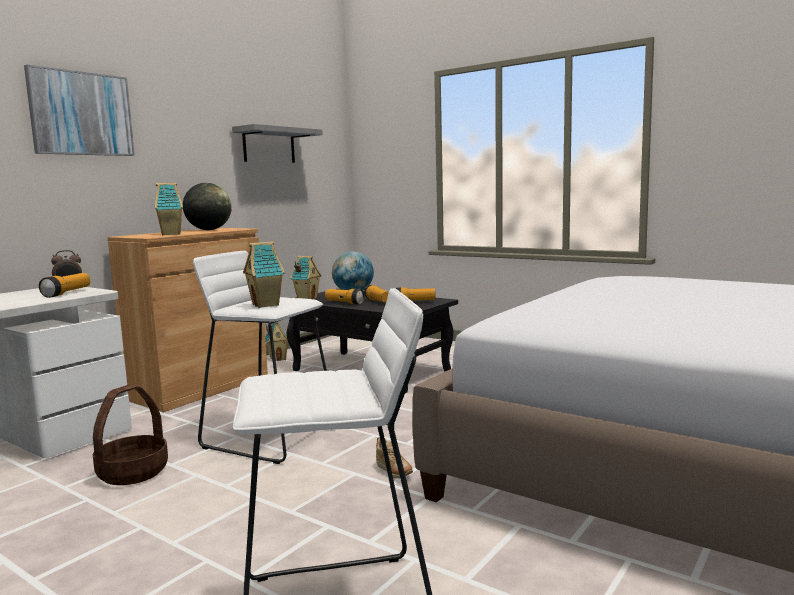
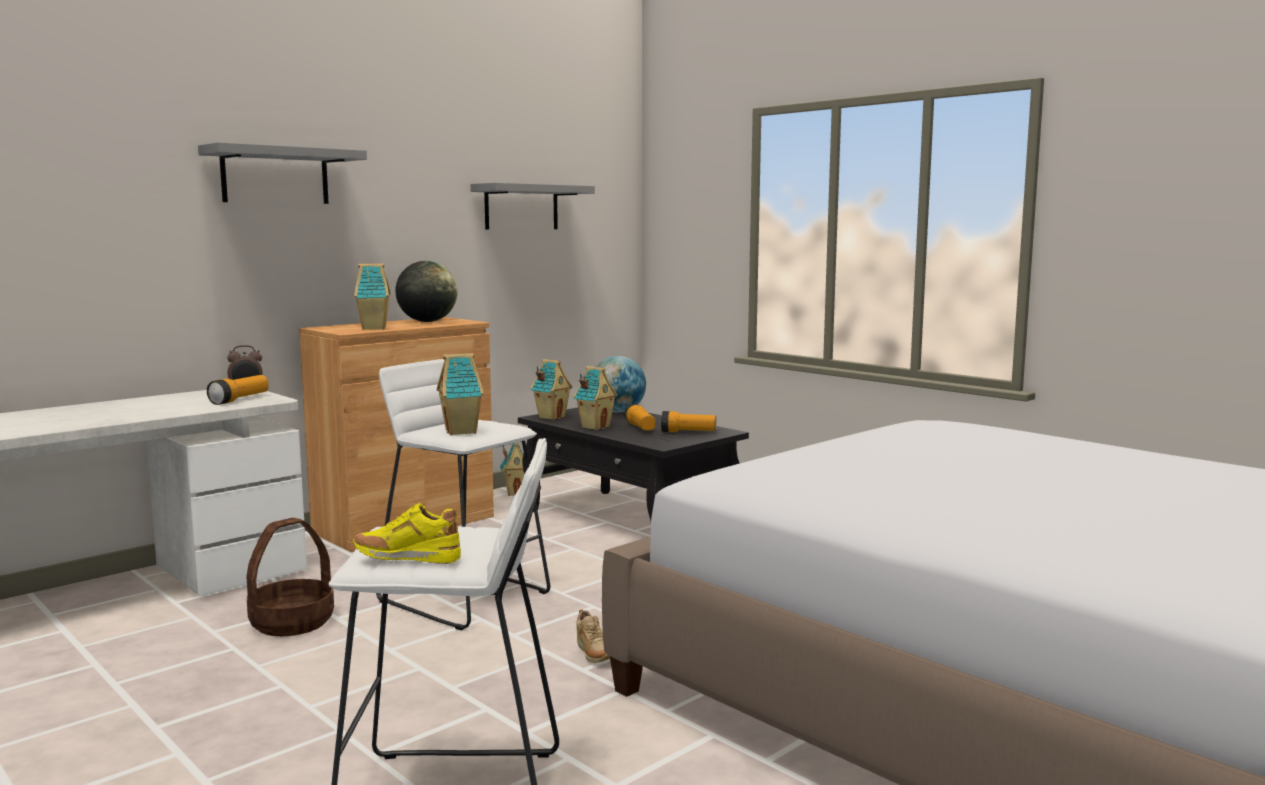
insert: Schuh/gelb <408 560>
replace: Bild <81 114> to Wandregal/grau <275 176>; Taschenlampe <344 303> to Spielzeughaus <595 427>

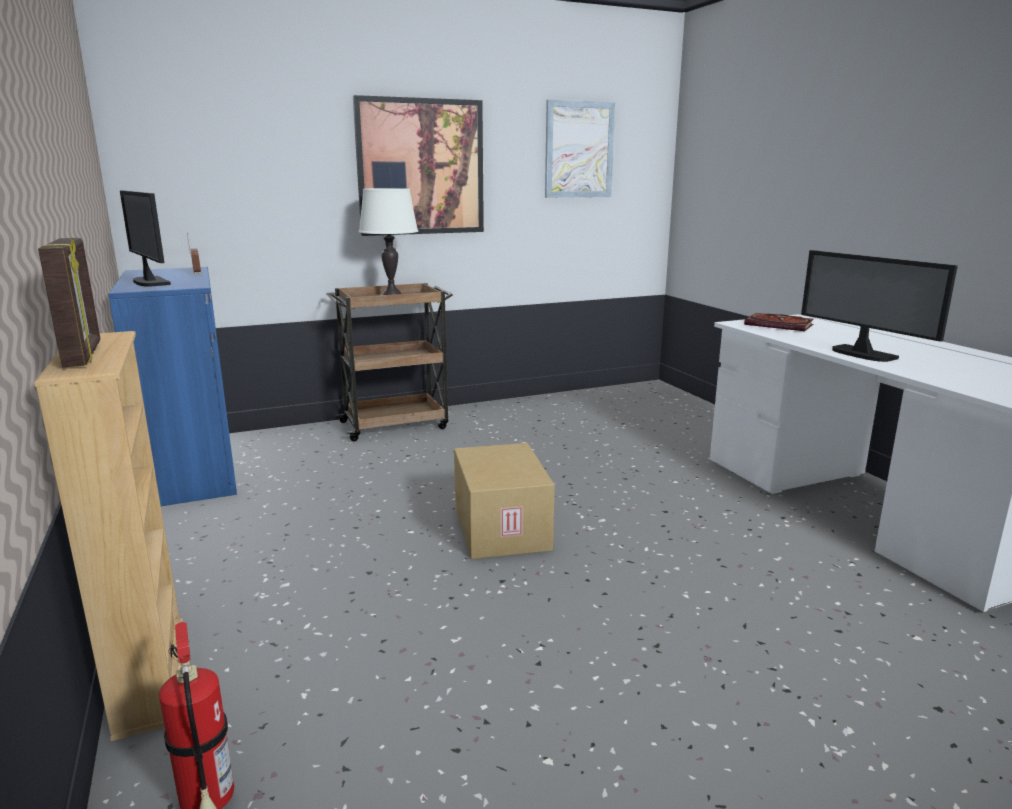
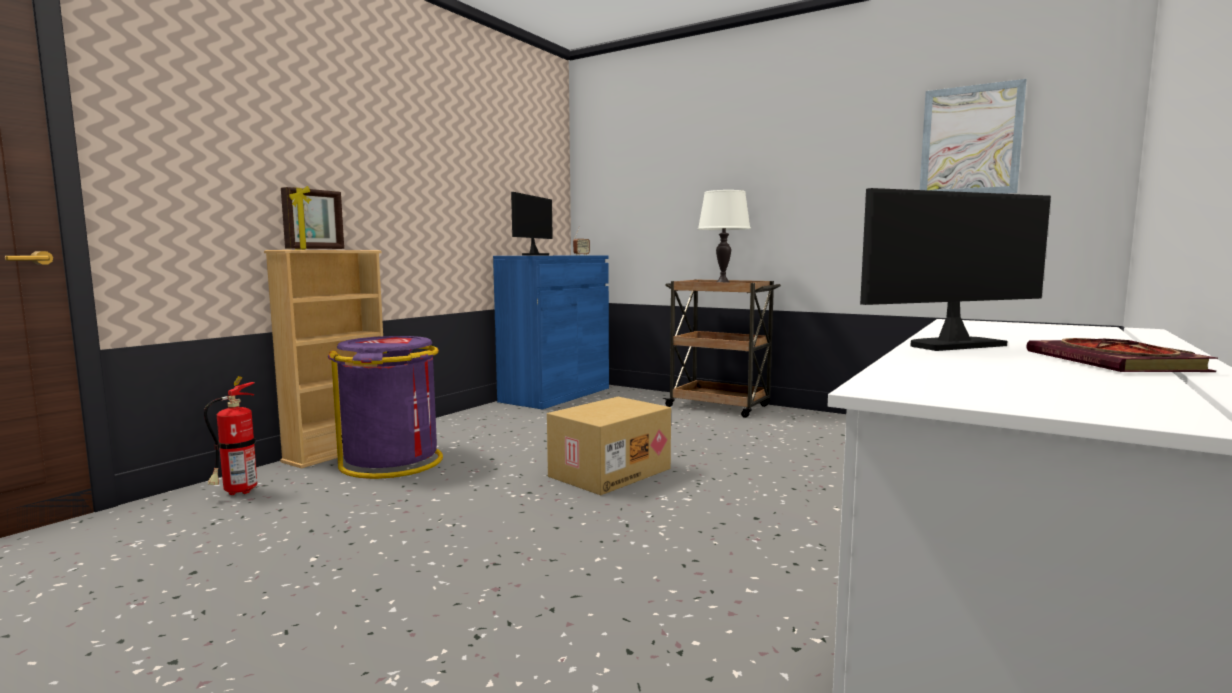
delete: Bild <420 167>
insert: Mülleimer/lila <392 462>
move: Buch <780 325> to <1118 363>
rotate: Monitor <861 354> = <953 345> 45 degrees clockwise

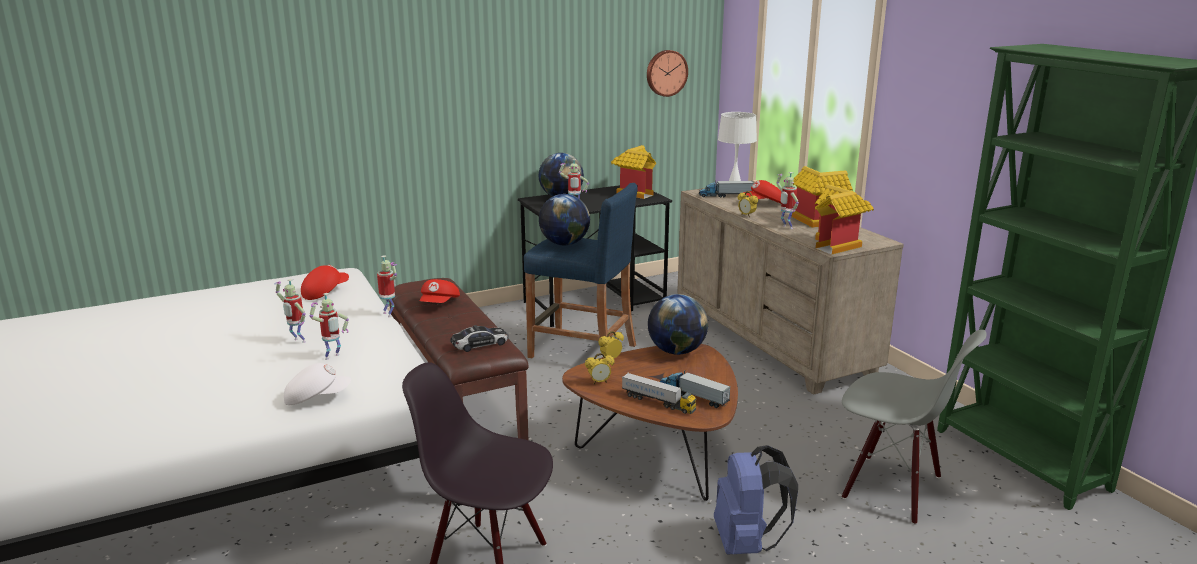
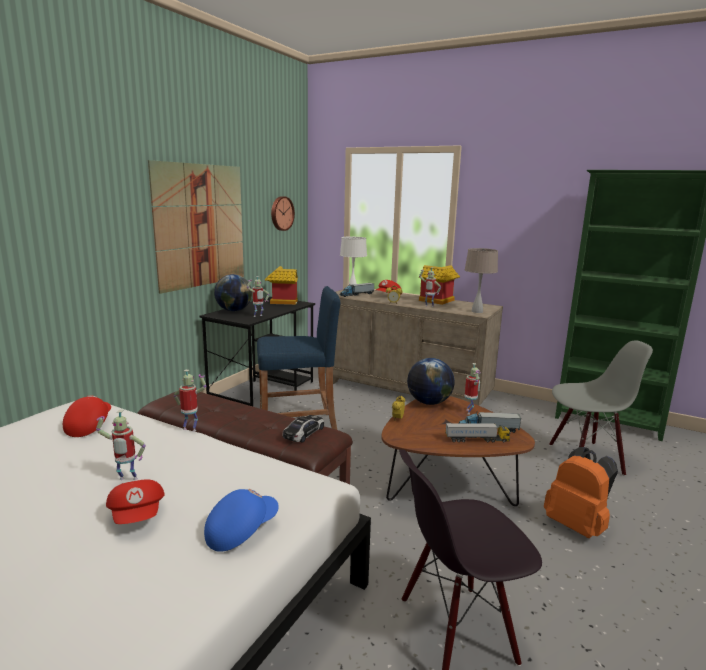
delete: Globus <564 244>; Wecker <599 382>
insert: Bild <201 226>
move: Spielzeugroboter <333 357> to <470 412>; Kappe/rot <440 304> to <138 515>
replace: Spielzeughaus <838 246> to Tischlampe/beige <477 311>
recolor: Kappe/weiß <317 398> to Kappe/blau <241 531>; Rucksack/blau <747 544> to Rucksack/orange <577 526>

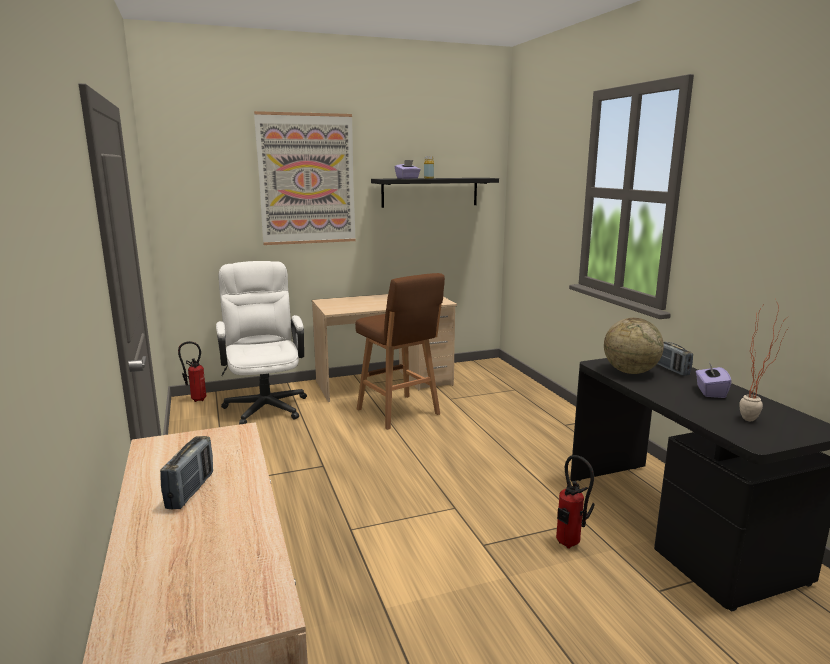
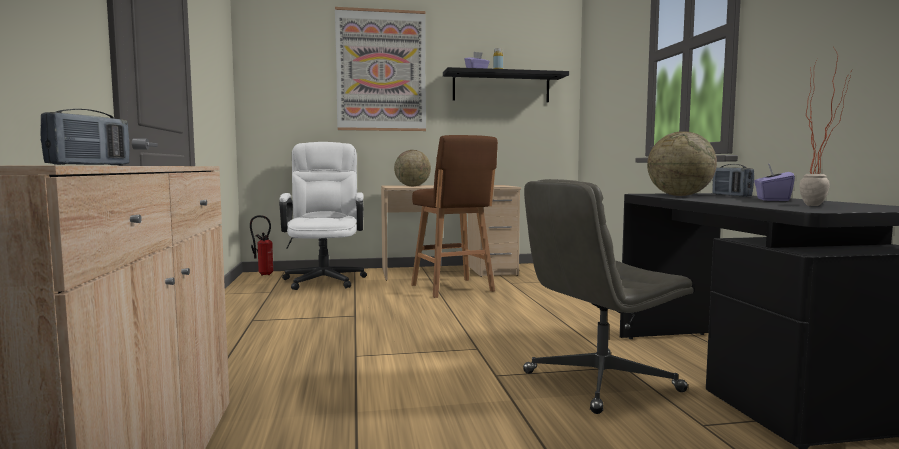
insert: Globus <412 186>
replace: Feuerlöscher <570 545> to Bürostuhl/grau <600 382>

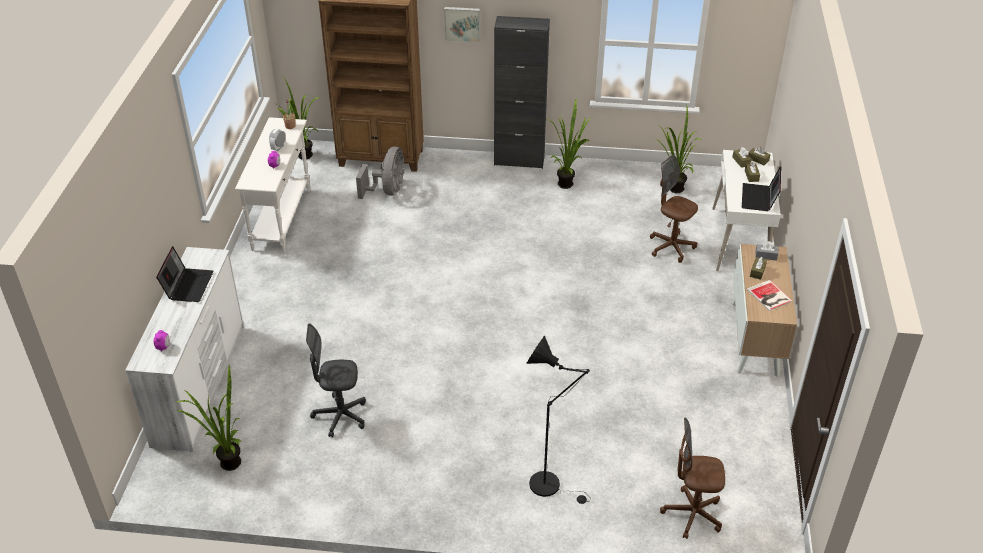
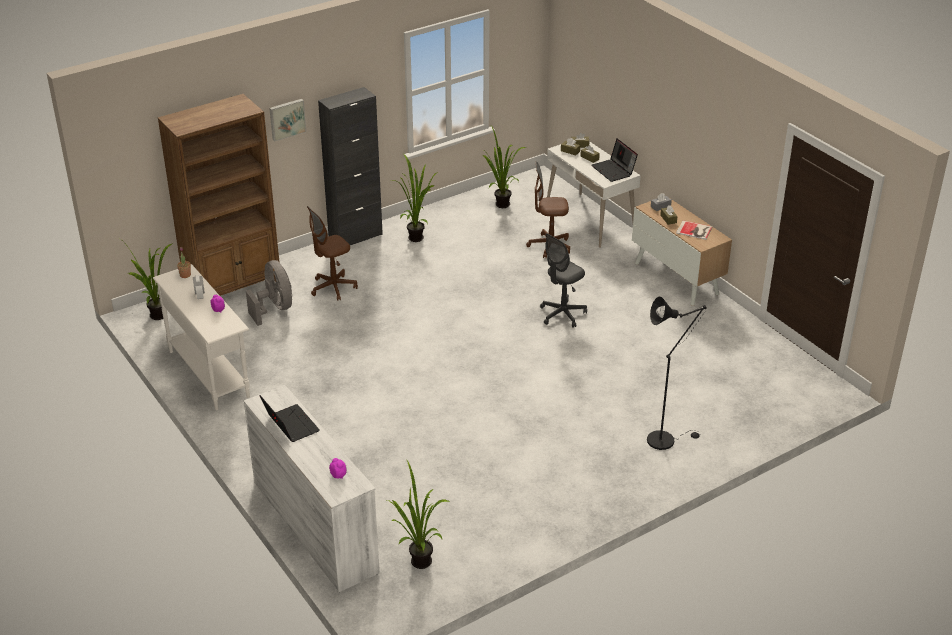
move: Bürostuhl/grau <340 416> to <562 314>; Bürostuhl/braun <692 514> to <333 288>

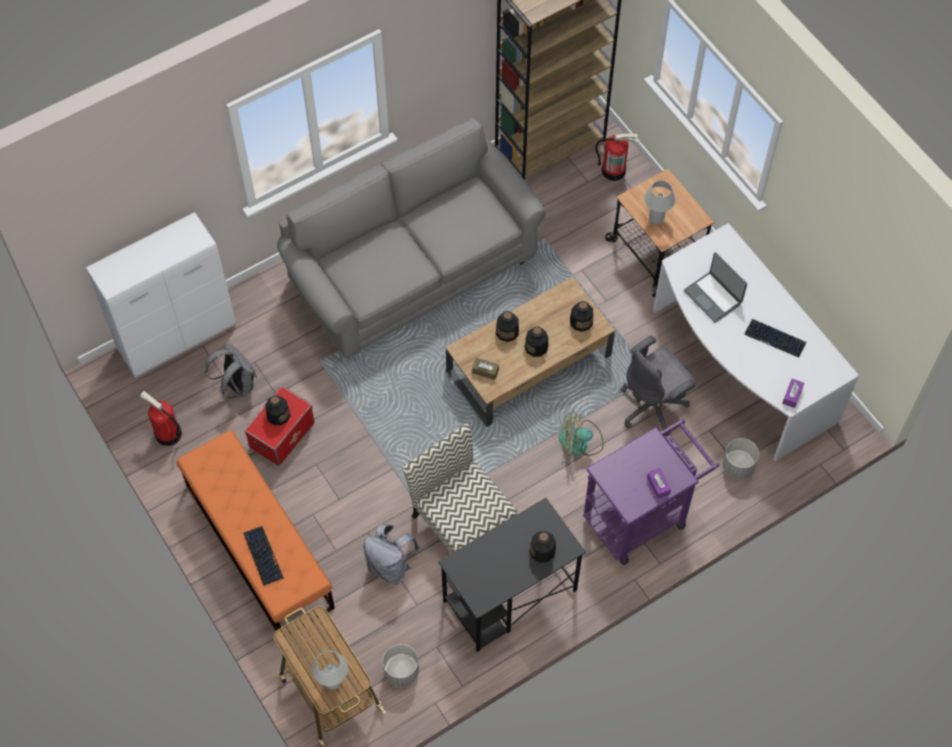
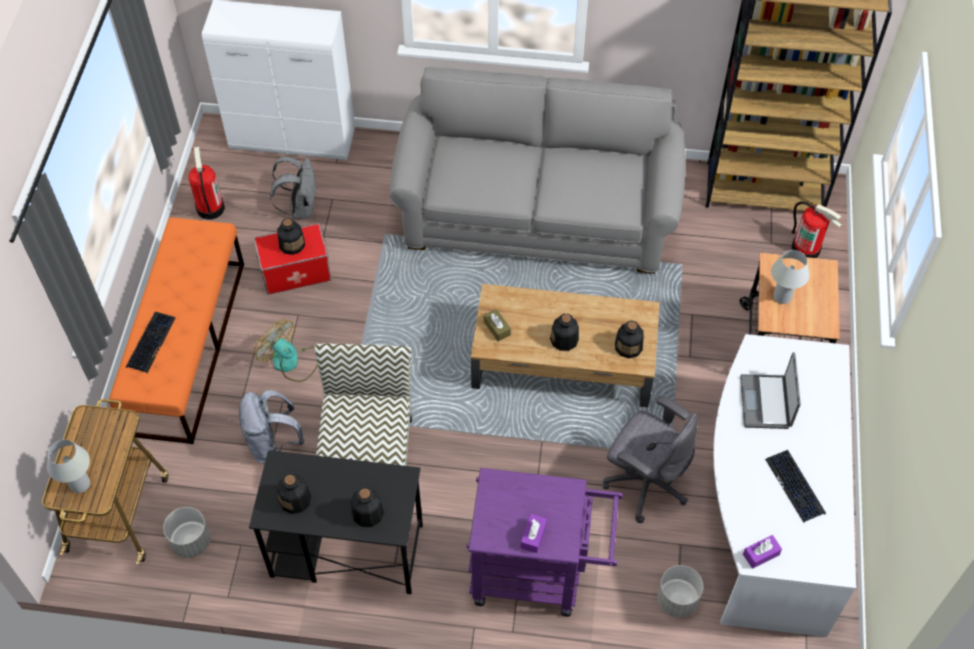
move: Flasche <507 331> to <295 499>; Ventilator <580 442> to <291 362>
rotate: Bürostuhl/grau <653 406> = <645 482> 150 degrees counterclockwise

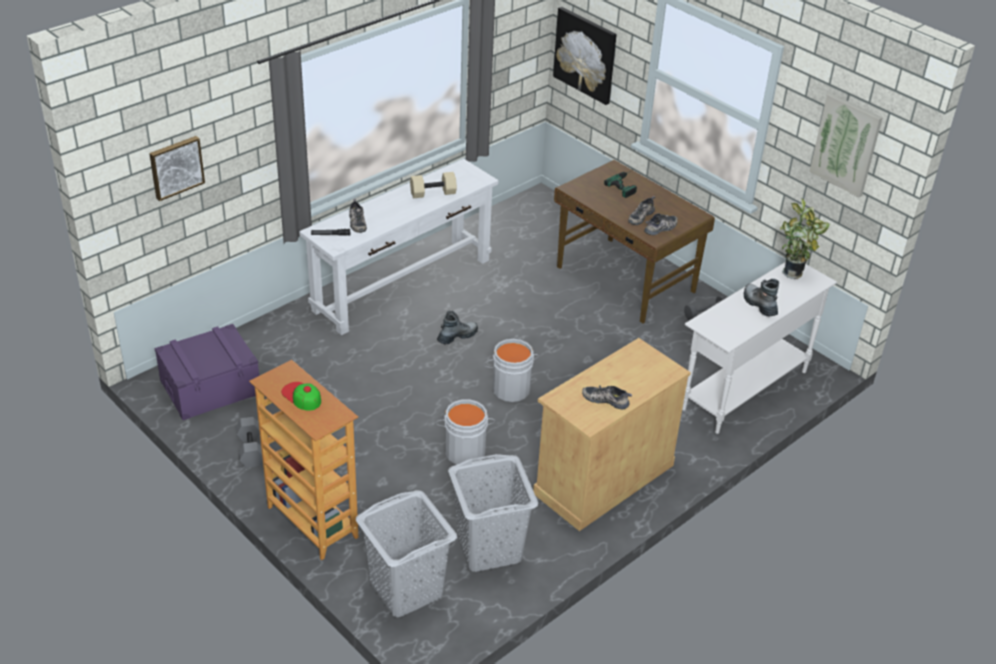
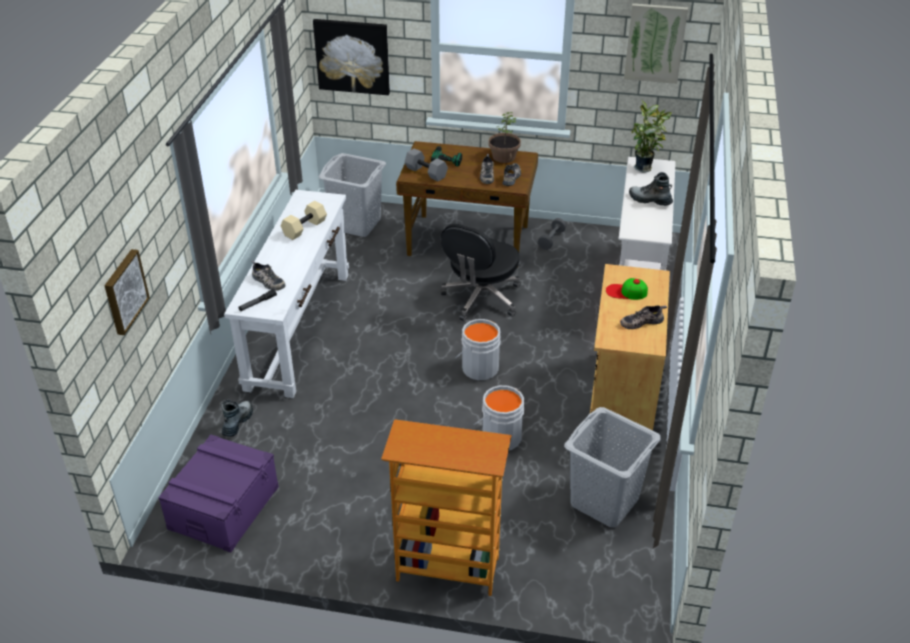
insert: Bürostuhl/schwarz <481 299>; Topfpflanze <503 157>
move: Hantel/grau <249 449> to <425 173>; Kappe <301 396> to <626 292>; Wäschekorb/grau <407 588> to <356 224>; Stiefel <457 336> to <237 422>

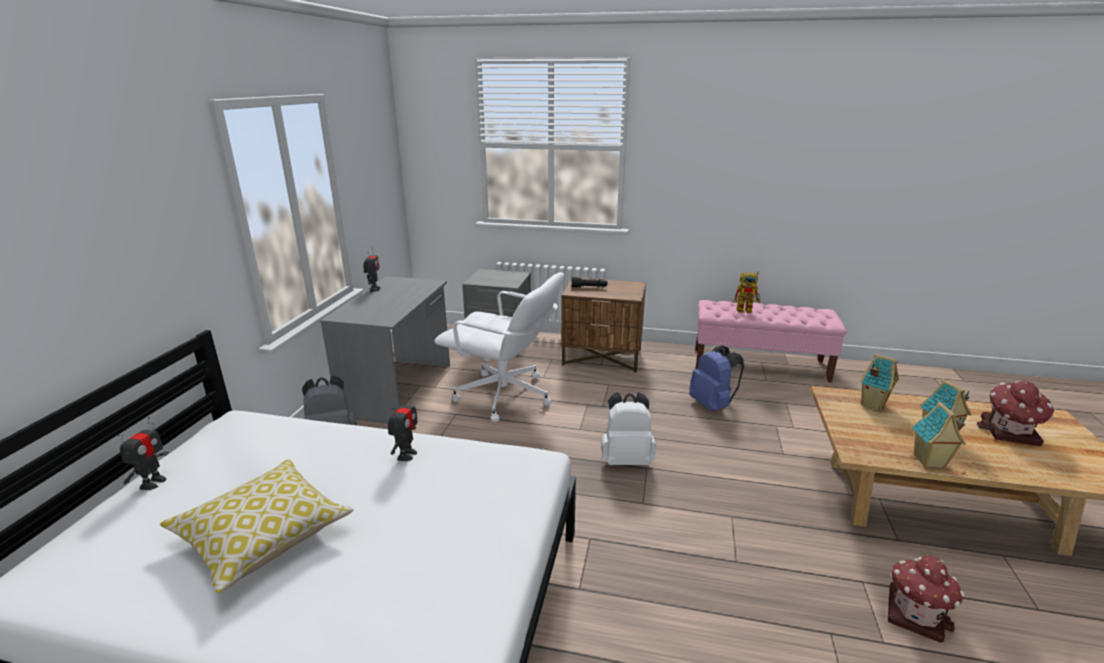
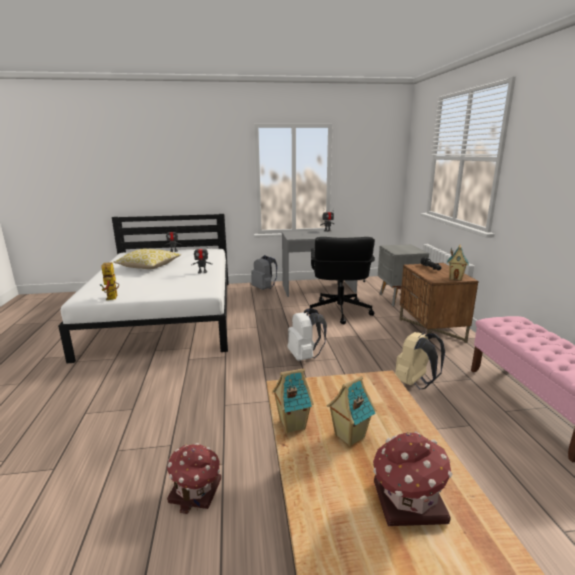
move: Spielzeugroboter <747 310> to <113 298>; Spielzeughaus <872 404> to <455 278>
recolor: Bürostuhl/weiß <504 396> to Bürostuhl/schwarz <339 312>; Rucksack/blau <712 405> to Rucksack/beige <415 383>

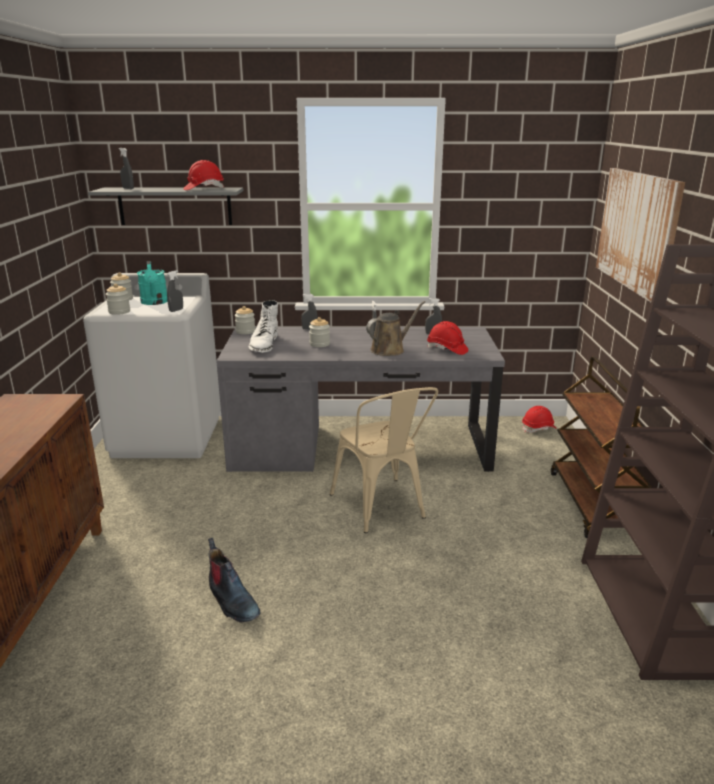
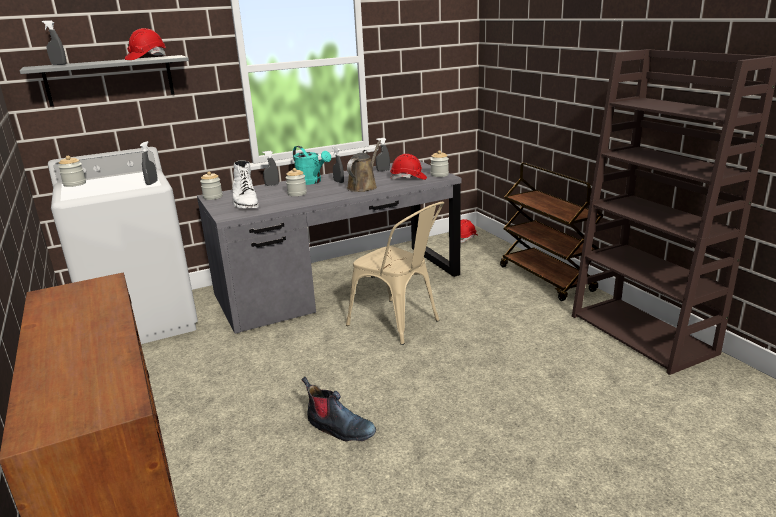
delete: Bild <637 231>
move: Vorratsglas <119 312> to <439 175>; Gießkanne/türkis <155 302> to <312 182>

